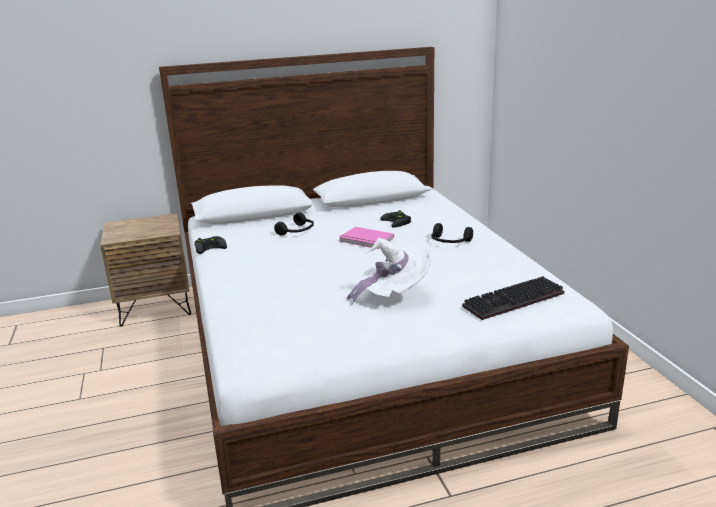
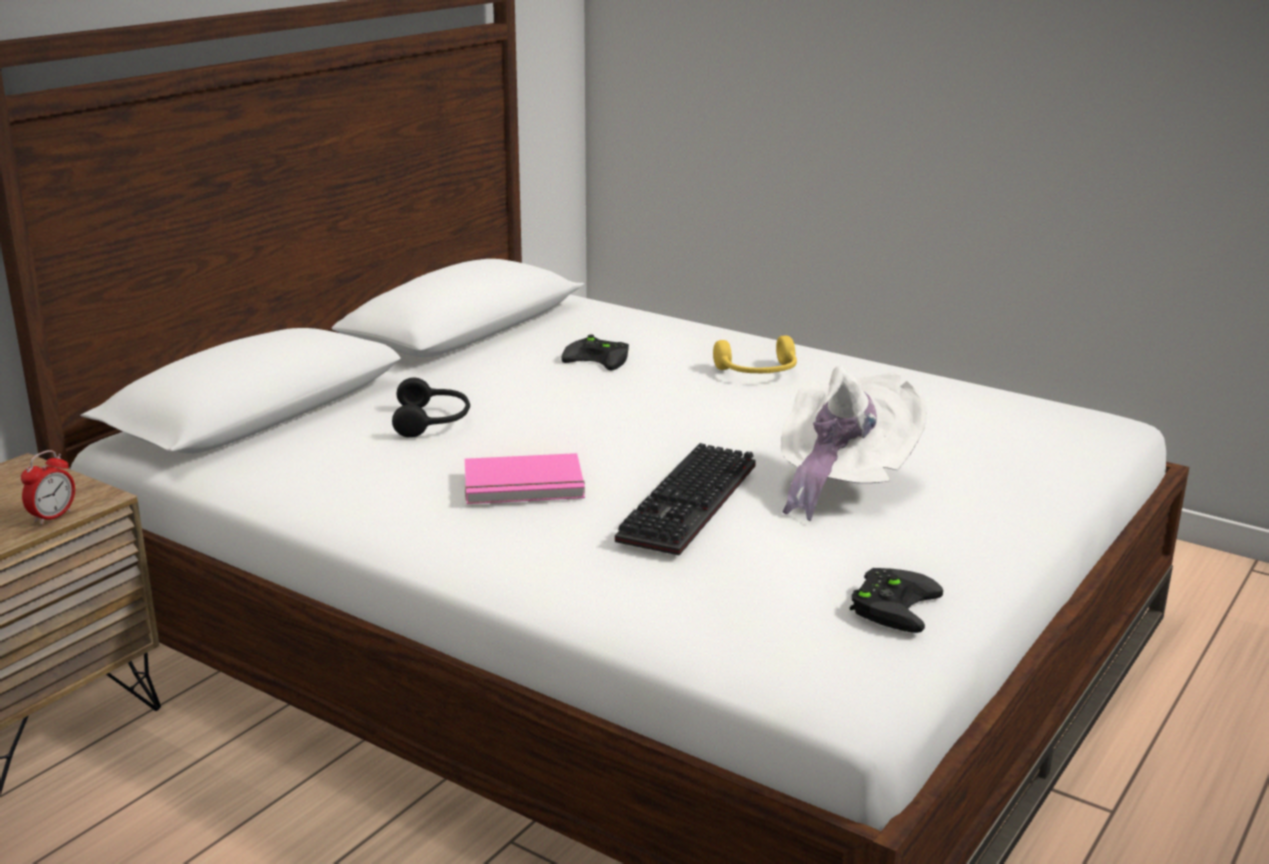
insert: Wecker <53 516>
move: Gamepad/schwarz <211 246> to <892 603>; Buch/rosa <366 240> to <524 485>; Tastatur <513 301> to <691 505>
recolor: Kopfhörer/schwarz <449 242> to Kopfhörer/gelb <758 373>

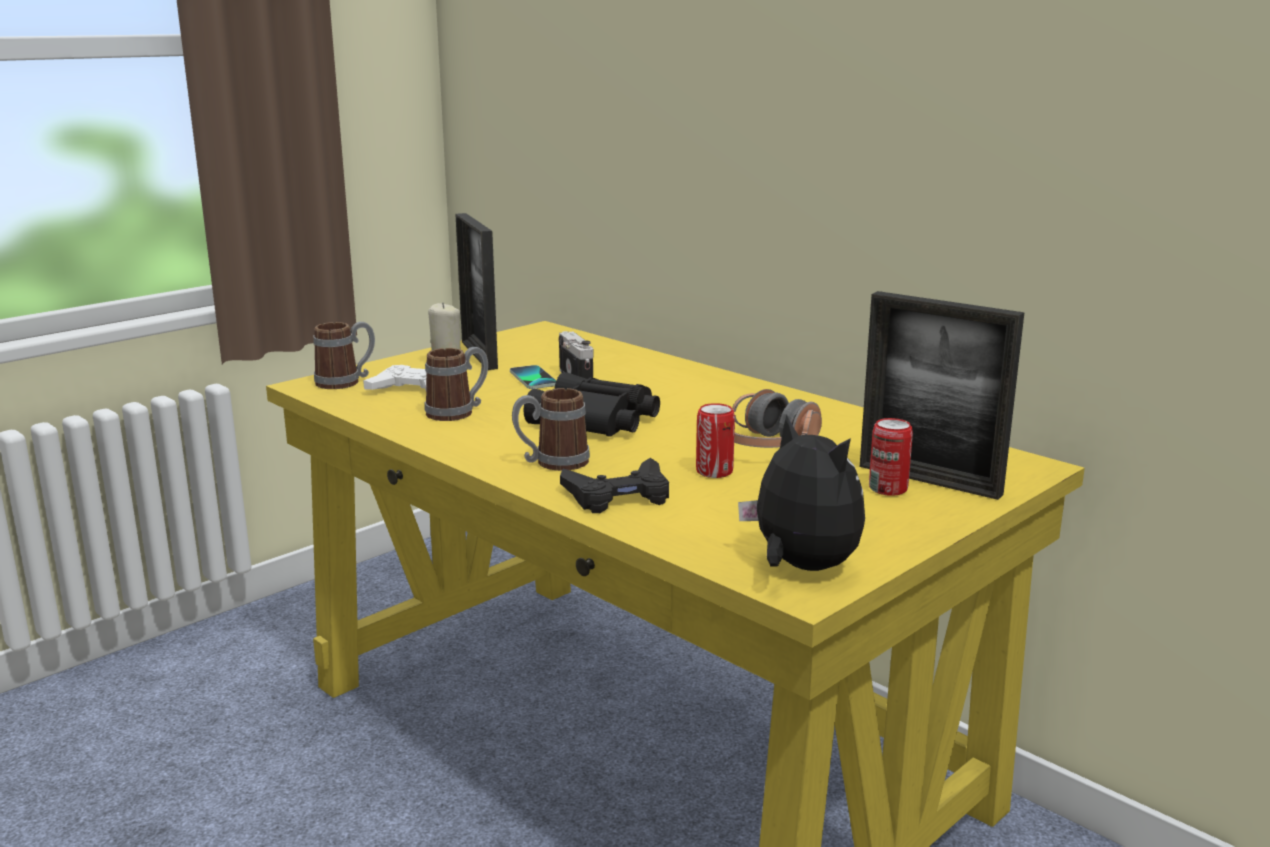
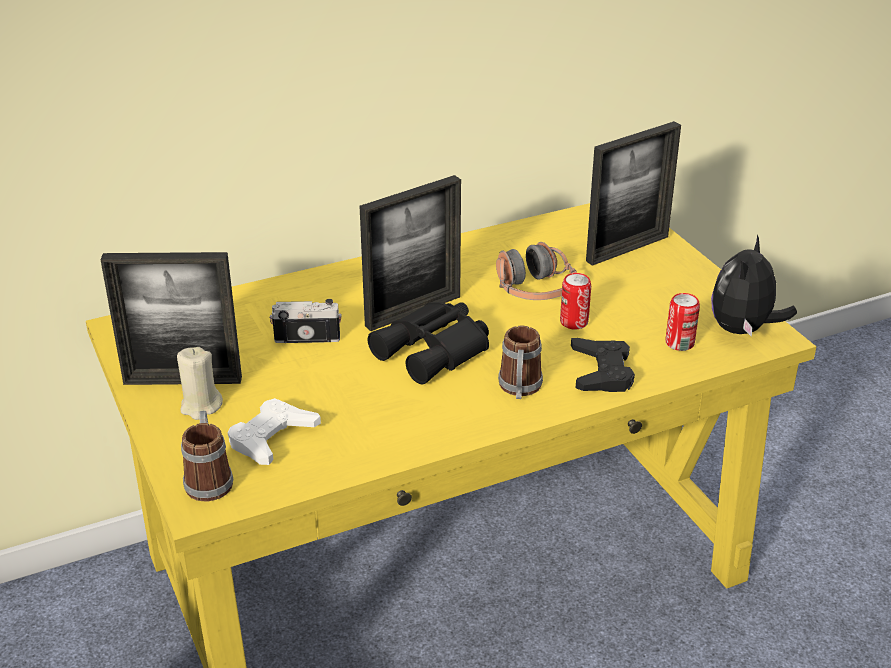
delete: Henkelbecher <458 412>; Handy <533 379>
insert: Bilderrahmen <413 311>
move: Dose <888 488> to <679 343>
rotate: Plüschtier <801 567> = <743 330> 45 degrees counterclockwise

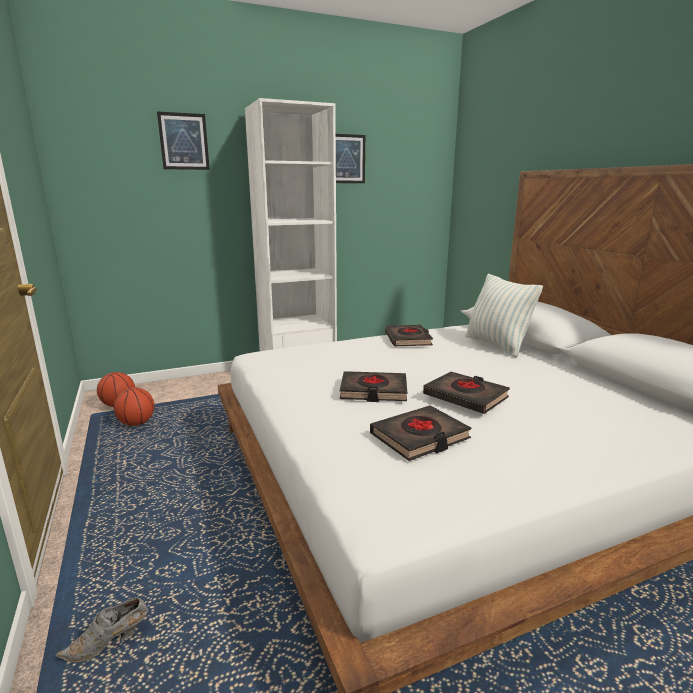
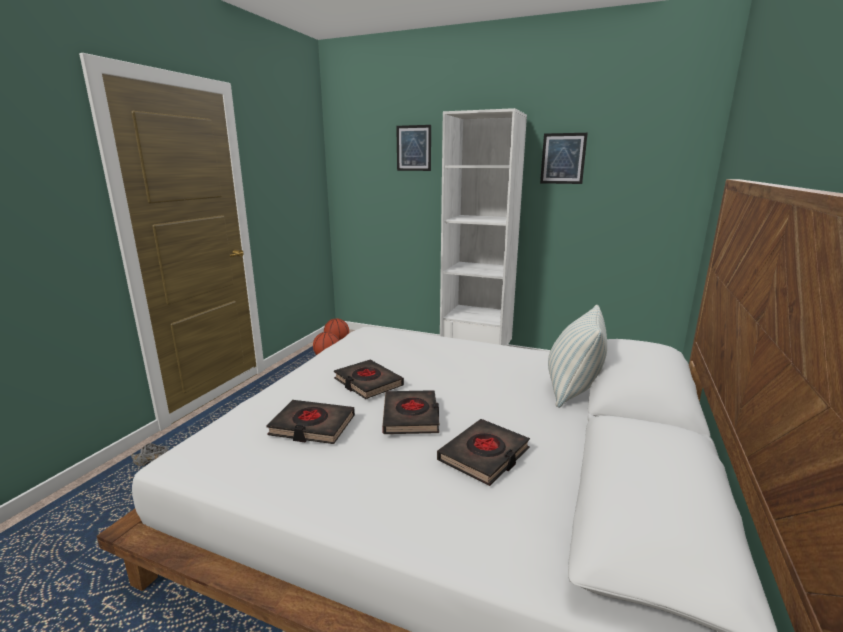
move: Buch/schwarz <408 339> to <484 455>

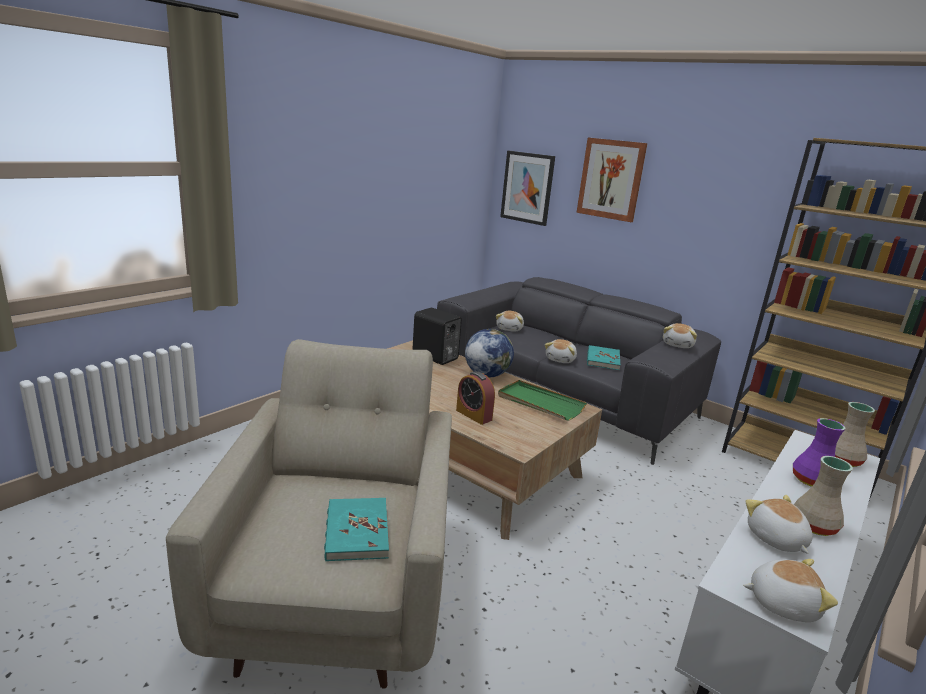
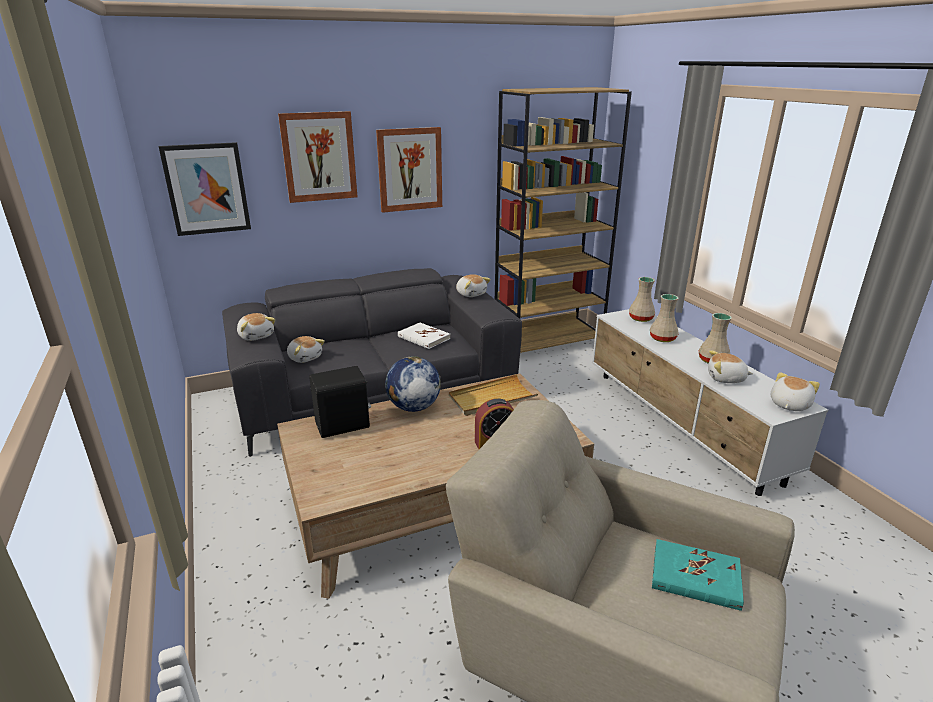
insert: Bild <410 169>
move: Plüschtier <561 359> to <256 336>
recolor: Tablett/grün <540 403> to Tablett/beige <492 398>; Buch/türkis <602 359> to Buch/weiß <423 338>; Vase/lila <812 481> to Vase/beige <663 338>

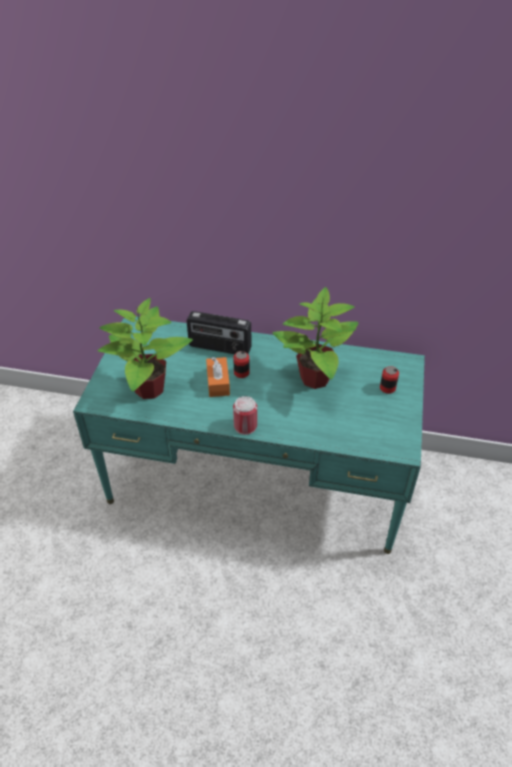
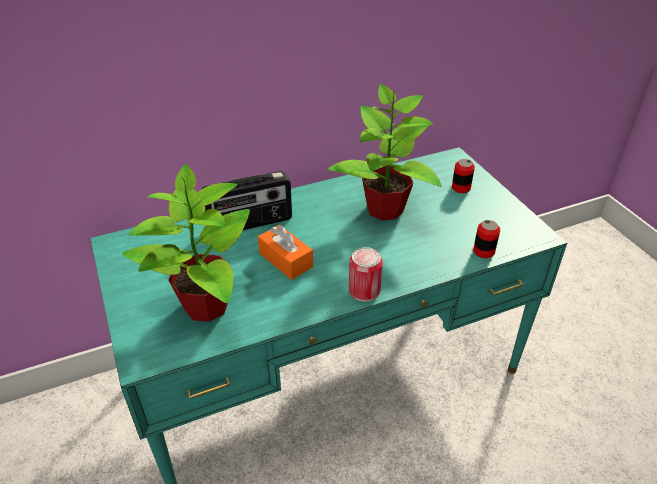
move: Dose <241 373> to <483 251>

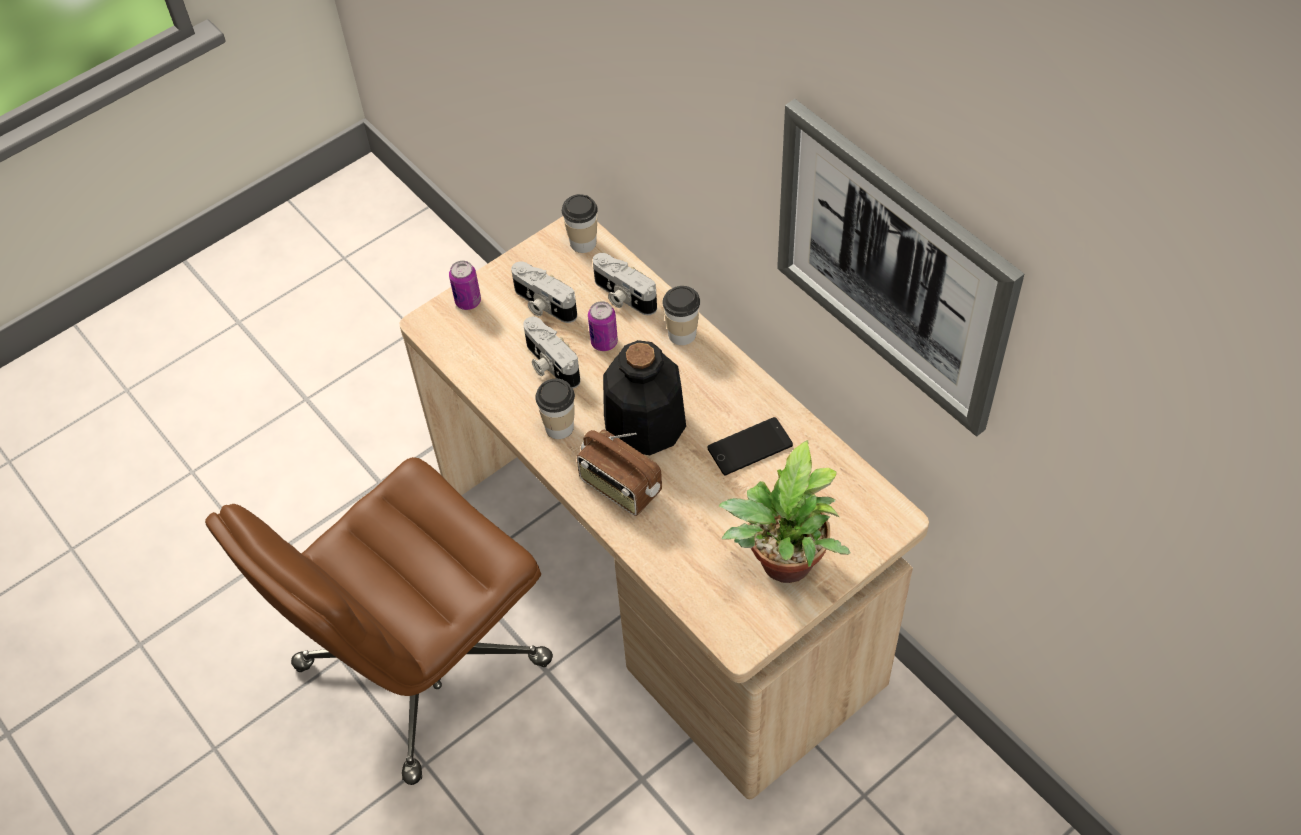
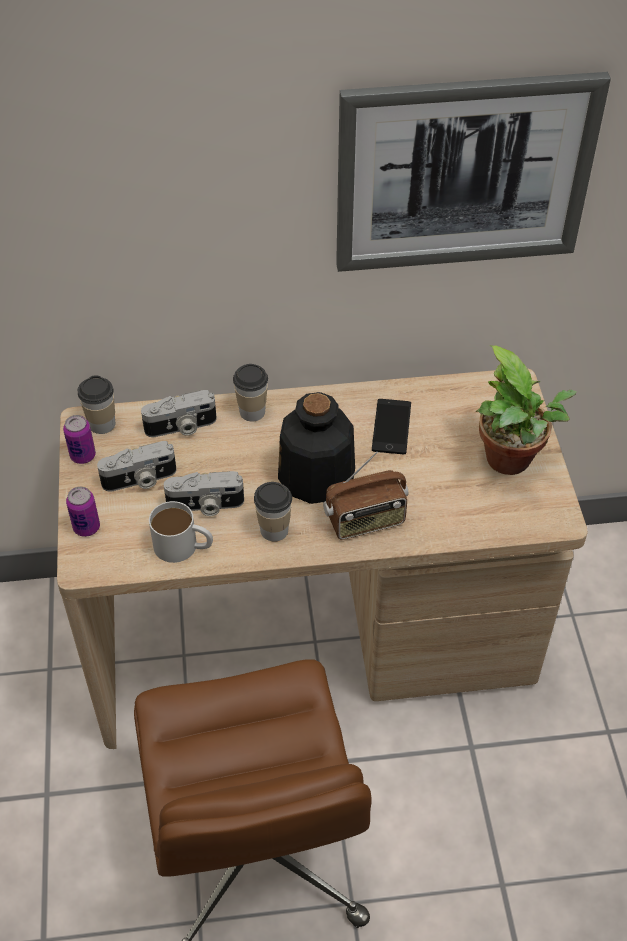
insert: Henkelbecher/weiß <183 547>
move: Dose <604 342> to <83 455>

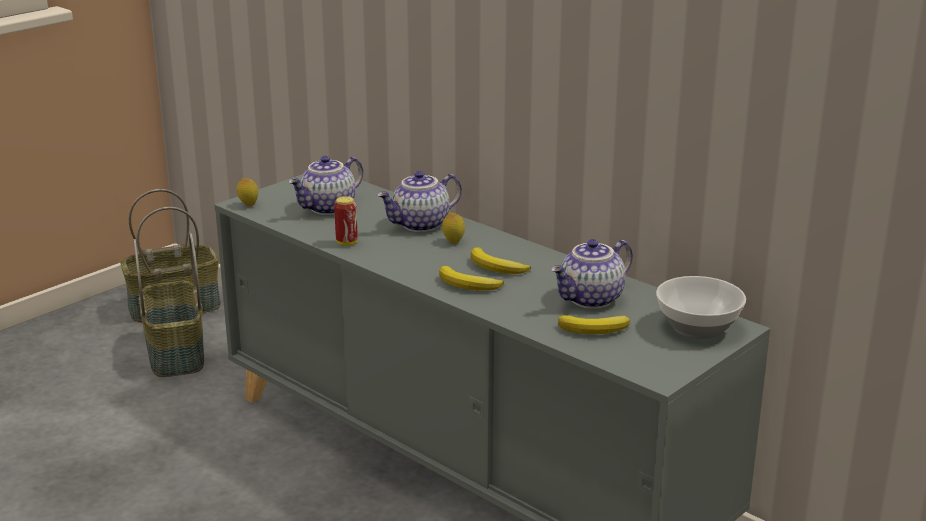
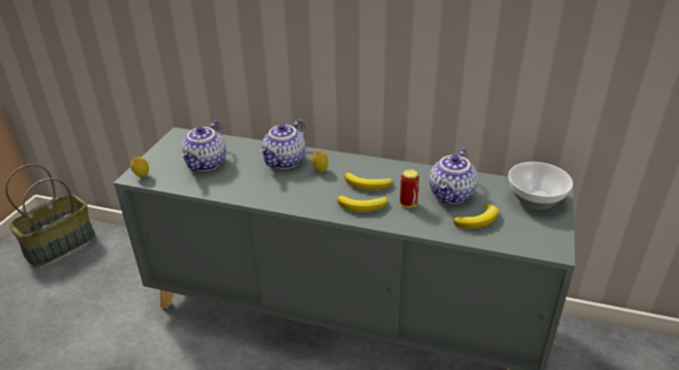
delete: Korb <174 353>
move: Dose <346 243> to <408 204>

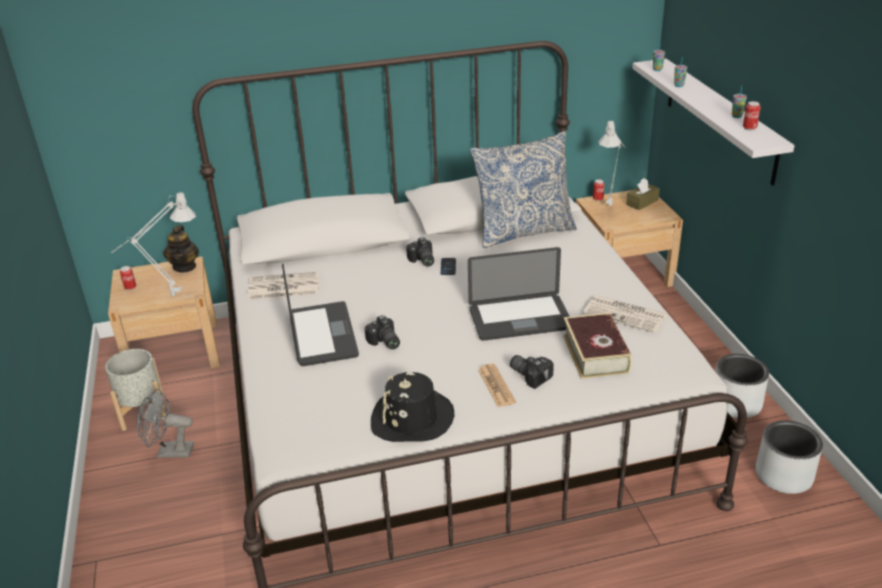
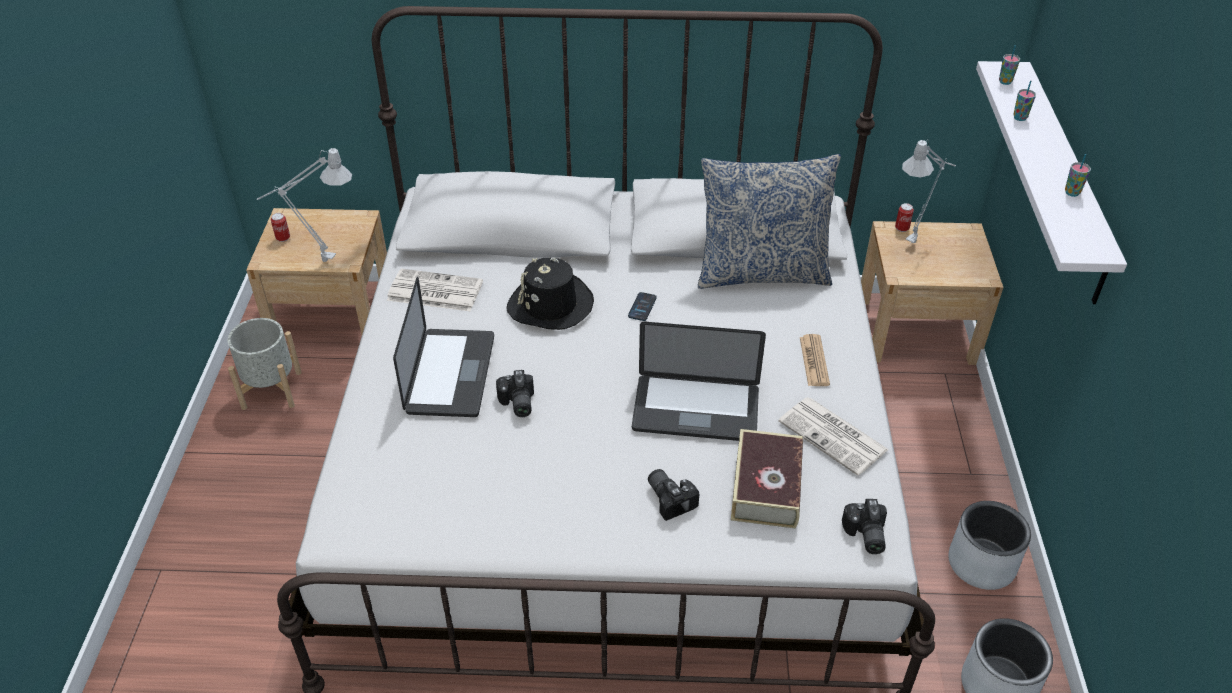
delete: Ventilator/grau <169 452>; Teekanne <185 266>; Taschentuchbox/braun <642 202>; Dose <749 128>
move: Hut/schwarz <412 419> to <550 305>; Kamera <421 261> to <864 535>; Zeitung <496 386> to <814 361>

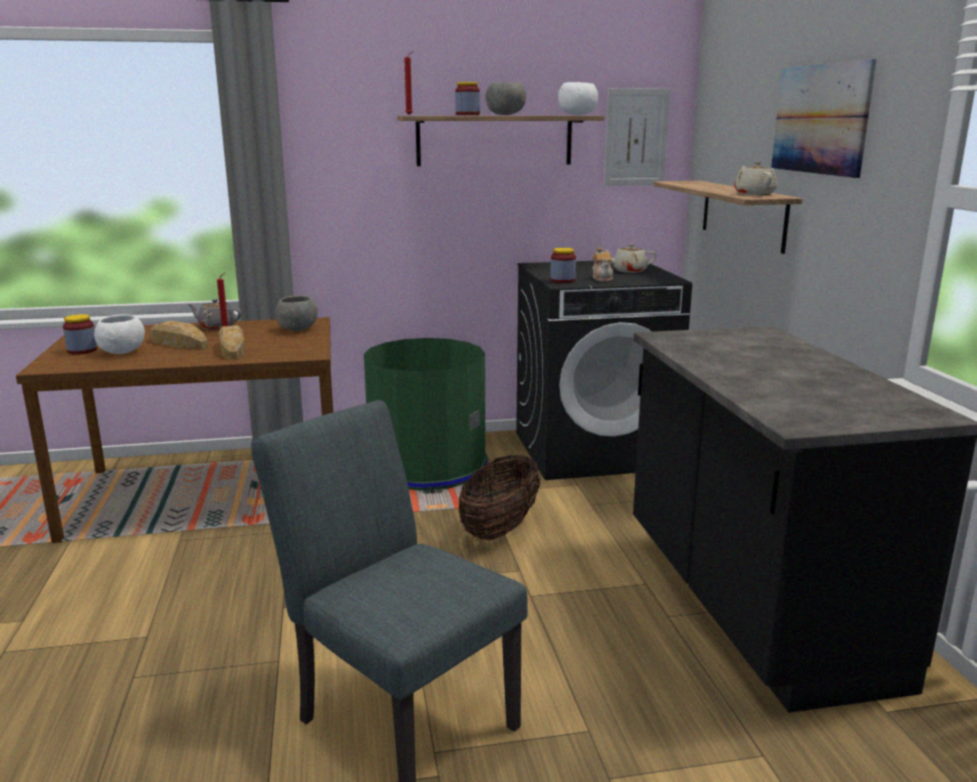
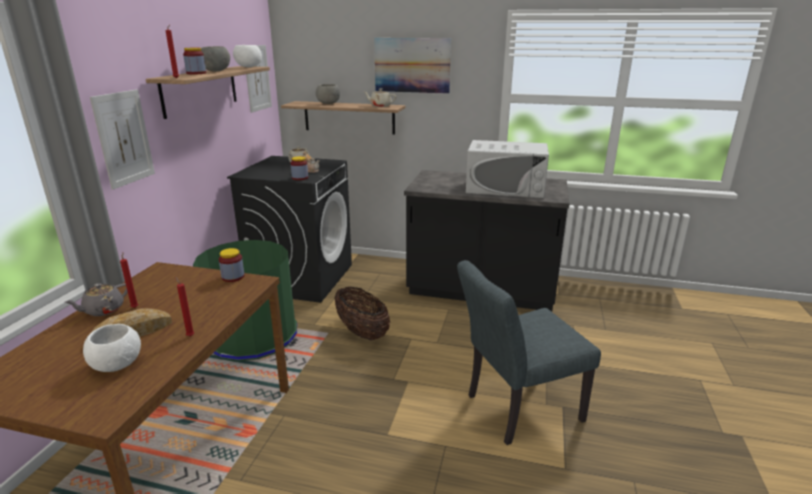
delete: Brot <232 349>
insert: Bild <124 138>; Kerze/rot <190 335>; Mikrowelle/weiß <505 188>
move: Vorratsglas <82 351> to <233 277>; Schüssel/grau <298 329> to <328 103>

